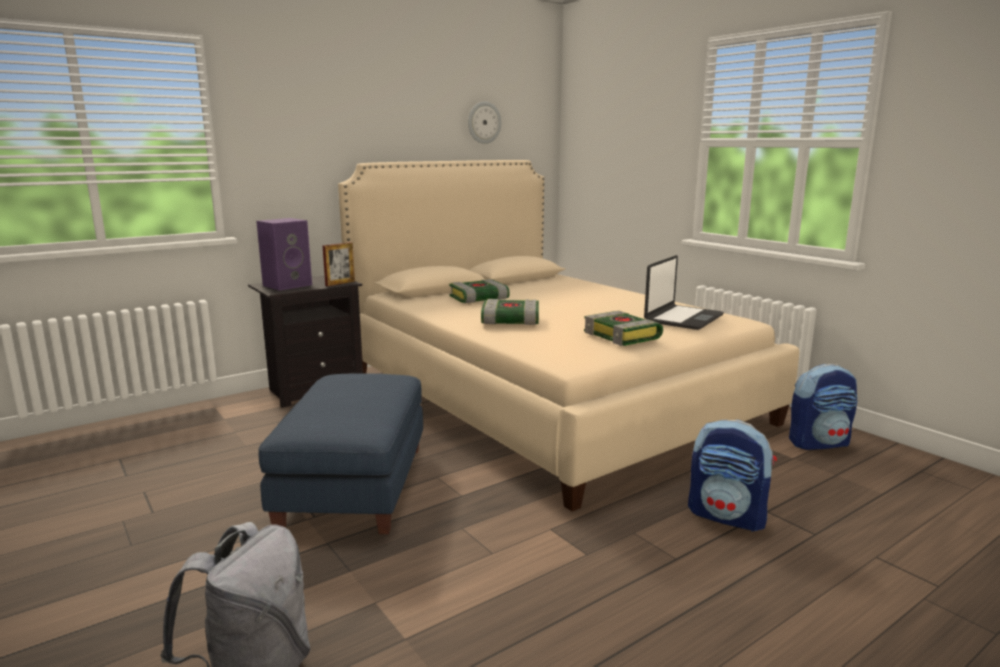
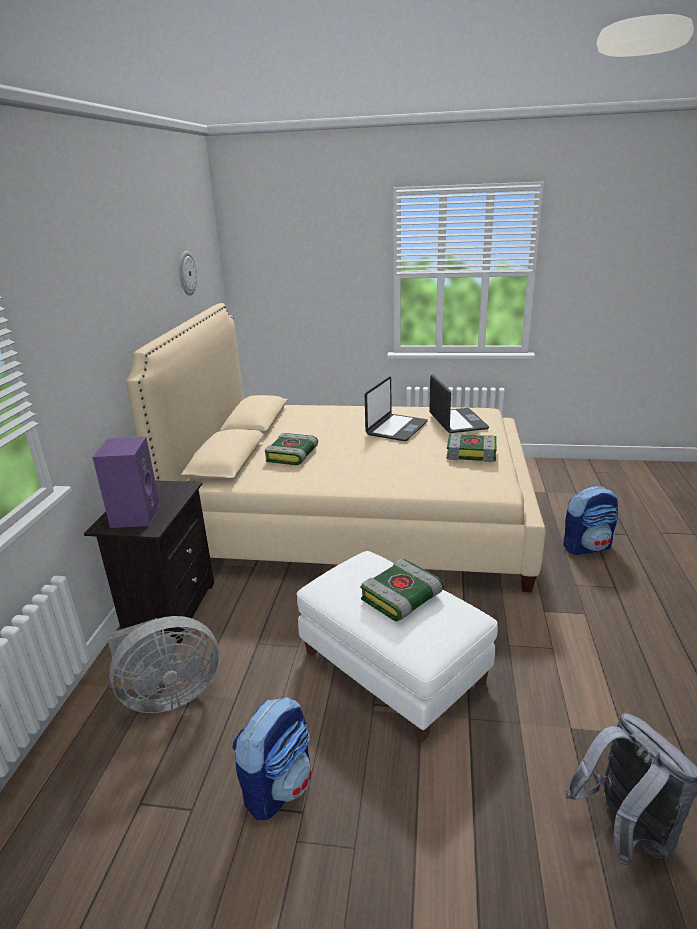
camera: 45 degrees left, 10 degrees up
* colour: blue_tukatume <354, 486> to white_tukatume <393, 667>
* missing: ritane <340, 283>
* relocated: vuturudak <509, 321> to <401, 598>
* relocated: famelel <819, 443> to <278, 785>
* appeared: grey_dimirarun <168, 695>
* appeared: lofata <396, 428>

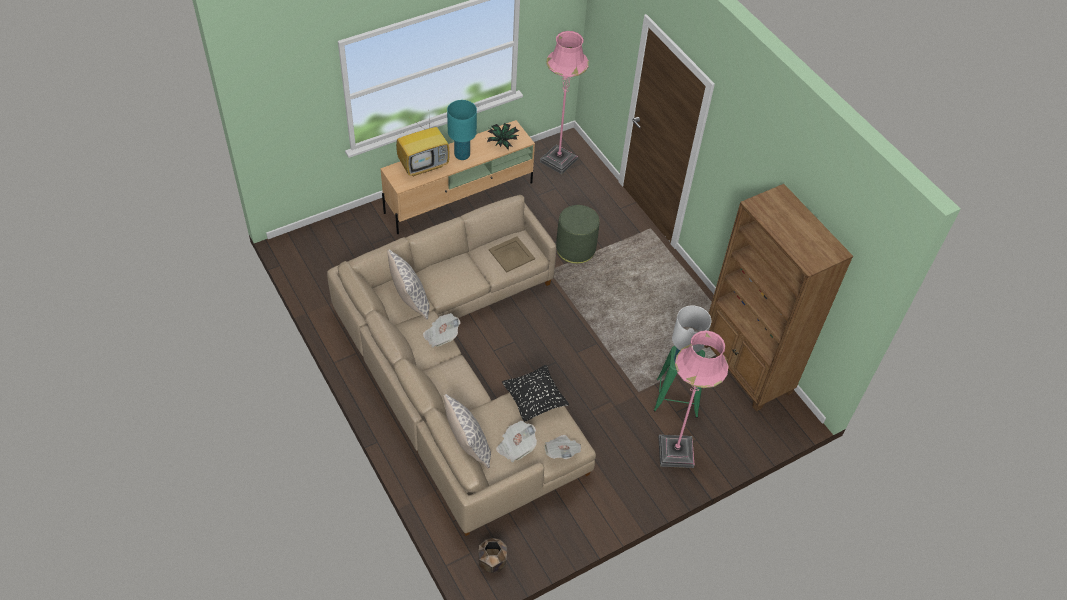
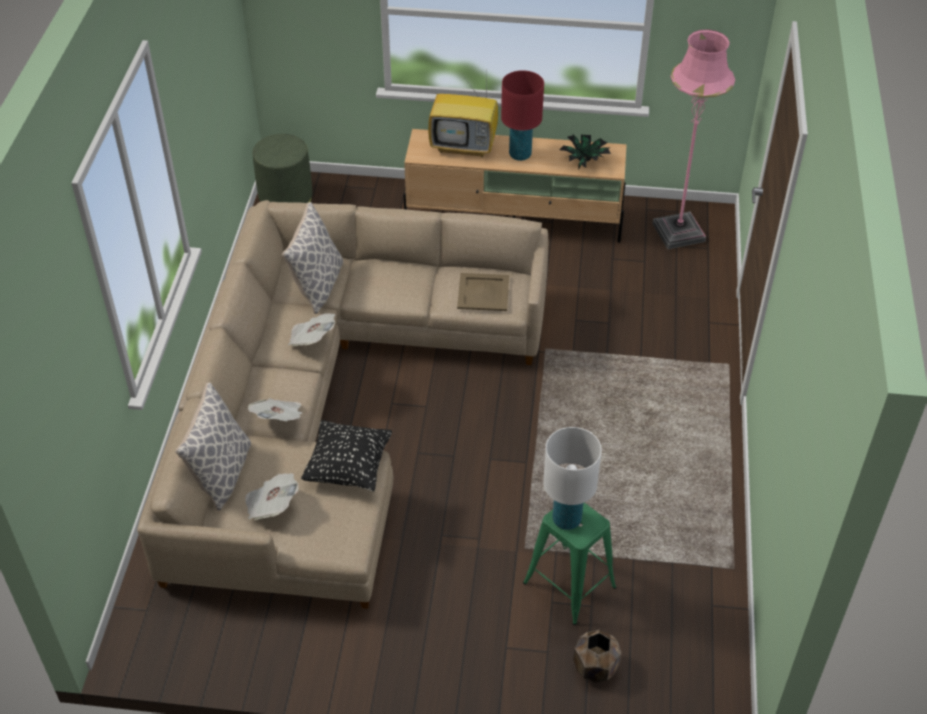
camera: 40 degrees right, 5 degrees down
* colour: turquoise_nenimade <462, 155> to red_nenimade <520, 154>
* relocated: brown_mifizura <492, 561> to <595, 667>
* relocated: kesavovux <561, 452> to <279, 418>
* relocated: green_tukatume <575, 249> to <285, 198>
* missing: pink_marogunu <675, 452>
* missing: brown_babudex <746, 369>

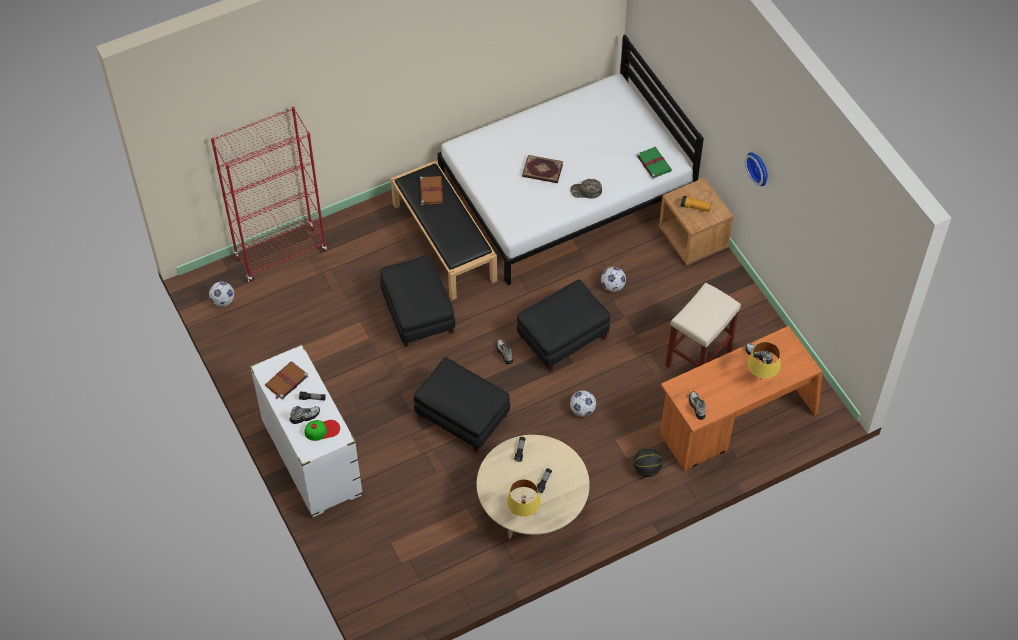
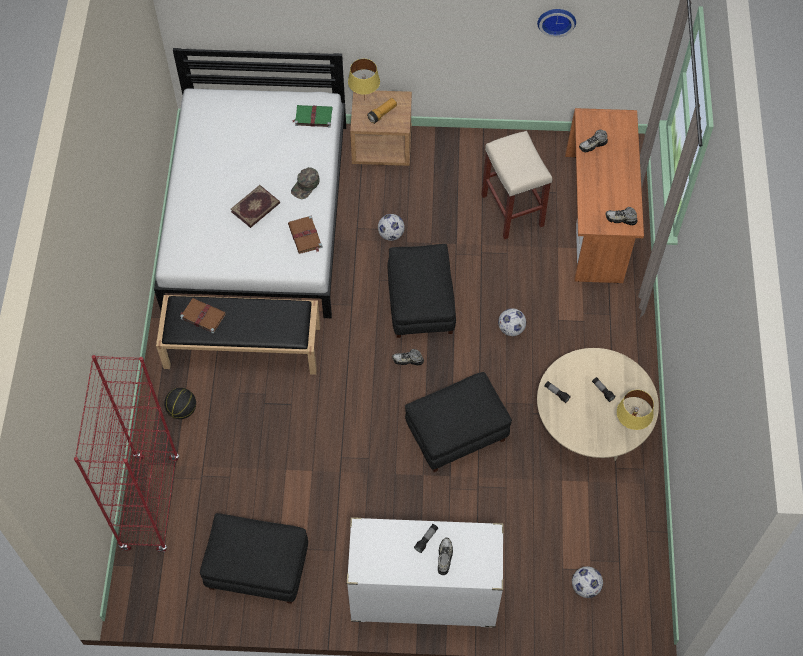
camera: 60 degrees left, 5 degrees up
* relocated: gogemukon <223, 301> to <585, 587>
* relocated: brown_vuturudak <286, 381> to <305, 236>
* missing: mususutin <322, 430>
* relocated: black_tukatume <417, 313> to <257, 568>
* relocated: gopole <646, 469> to <182, 410>
* relocated: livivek <759, 168> to <556, 20>
* relocated: yellow_nenimade <760, 380> to <364, 100>

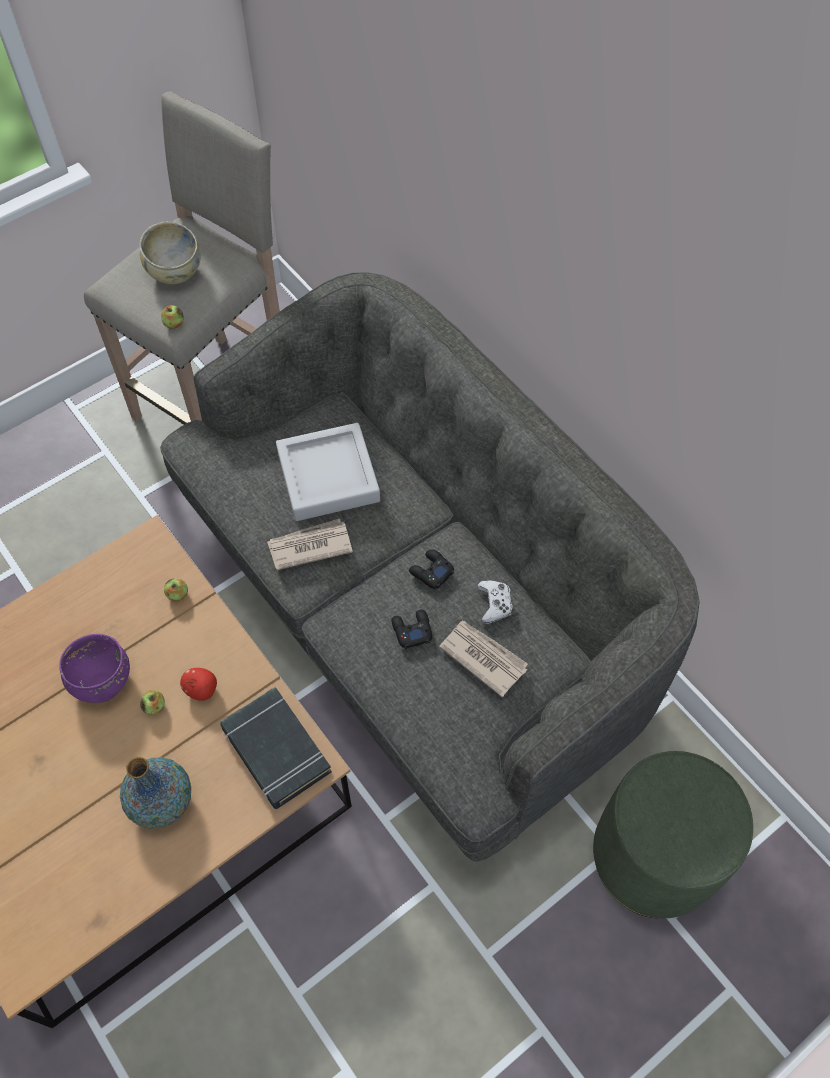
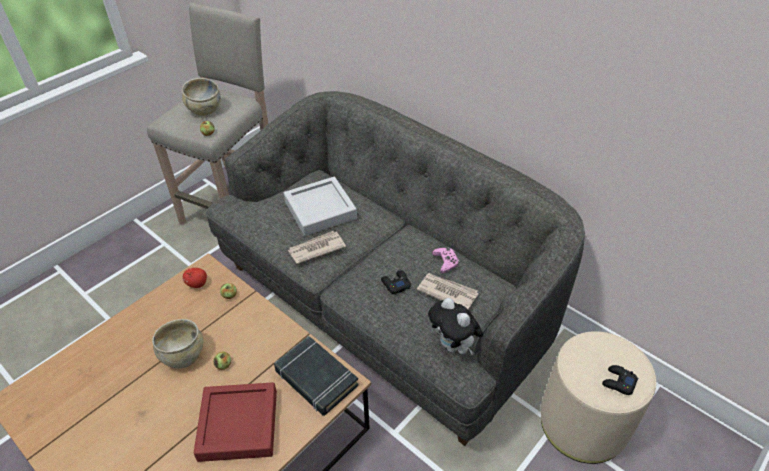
camera: 10 degrees left, 15 degrees down
* colour: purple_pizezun <102, 680> to beige_pizezun <183, 355>
* exchanged: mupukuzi <162, 801> to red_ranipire <238, 425>
* relocated: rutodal <201, 689> to <197, 284>
* relocated: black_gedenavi <431, 571> to <618, 382>
* colour: white_gedenavi <494, 604> to pink_gedenavi <445, 262>
* colour: green_tukatume <654, 856> to beige_tukatume <583, 423>
* appeared: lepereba <454, 346>

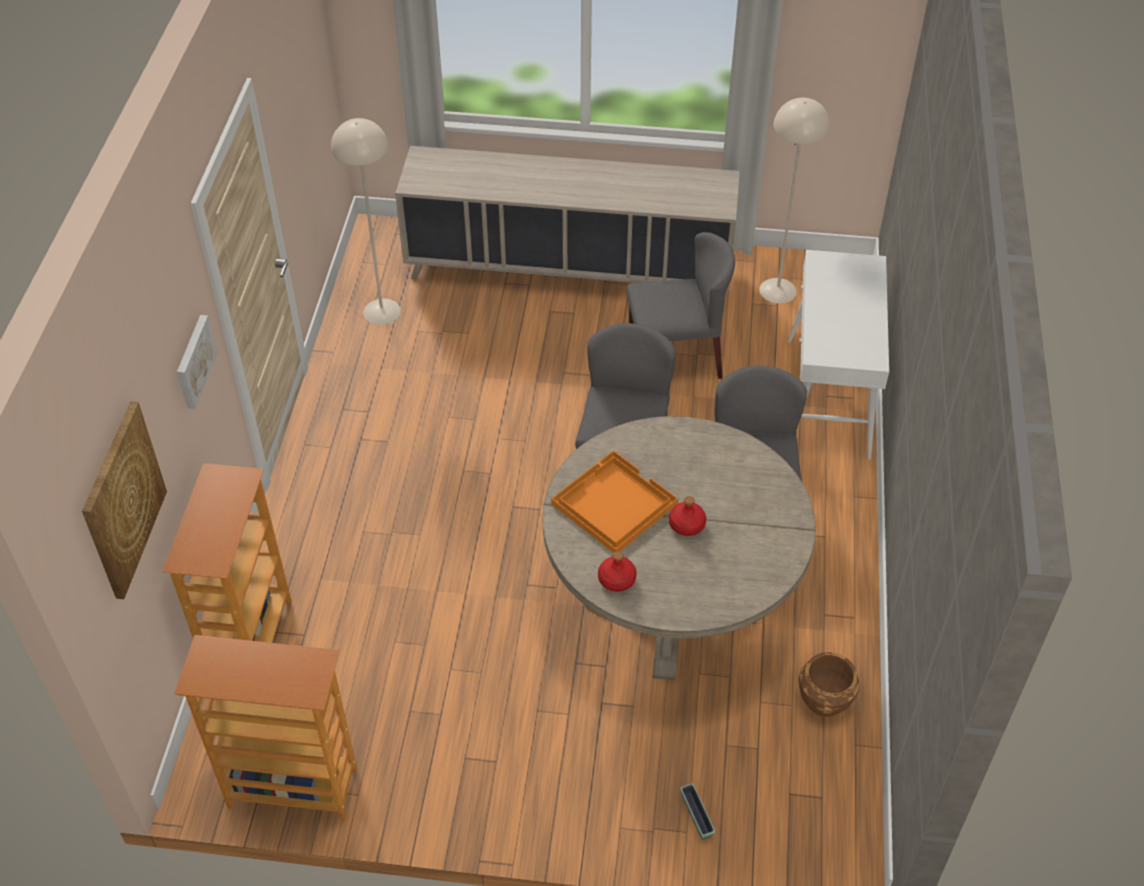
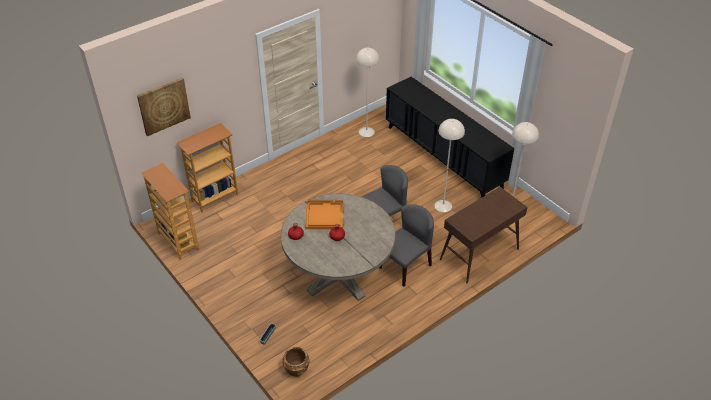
camera: 45 degrees right, 5 degrees down
* missing: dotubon <193, 361>
* colour: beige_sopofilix <569, 270> to black_sopofilix <443, 156>
* exchanged: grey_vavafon <675, 356> to beige_marogunu <443, 206>
* colour: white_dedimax <828, 399> to brown_dedimax <479, 255>
* relocated: brown_mifizura <824, 700> to <296, 369>

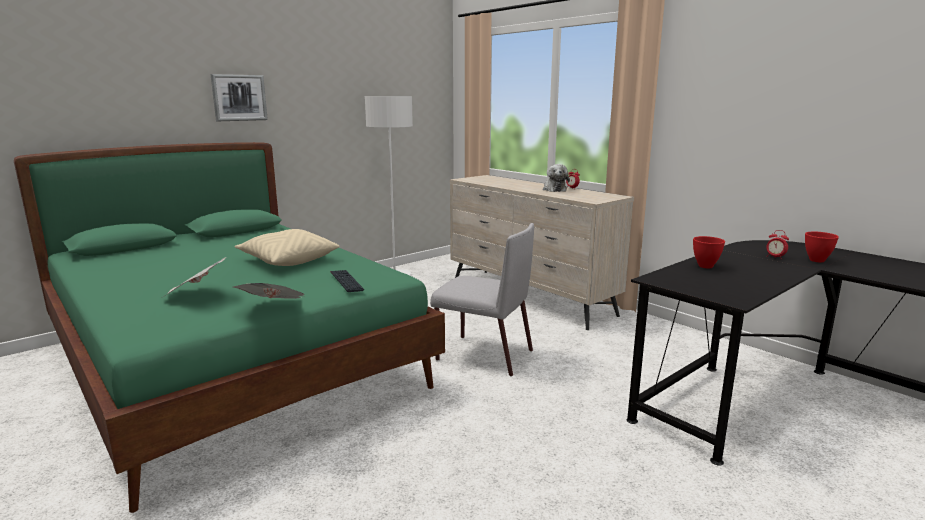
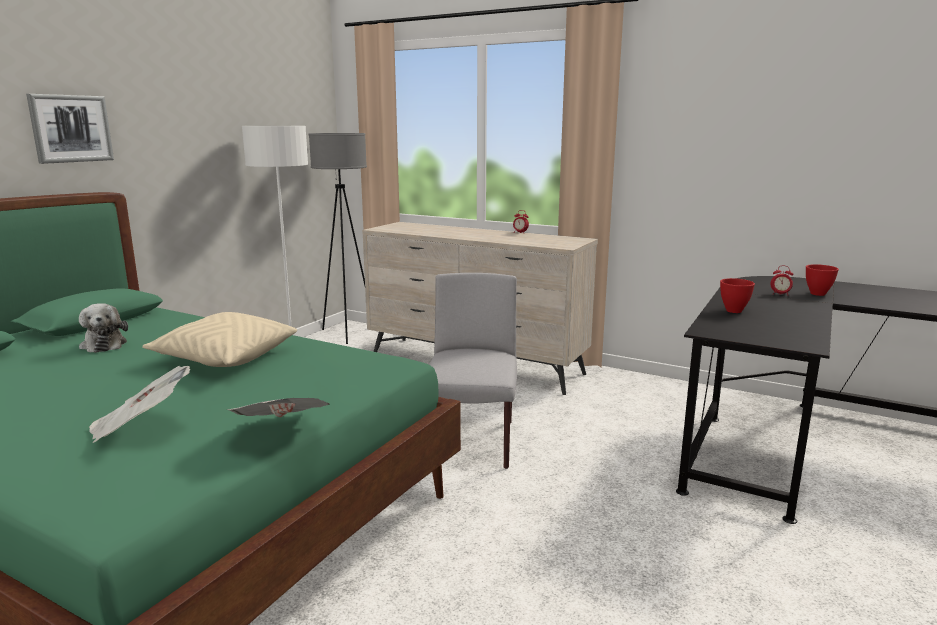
camera: 20 degrees left, 0 degrees up
* missing: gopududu <346, 282>
* spun: grey_vavafon <483, 355> = <472, 443> 90 degrees counterclockwise
* relocated: lepereba <554, 189> to <104, 344>
* appeared: grey_marogunu <348, 333>

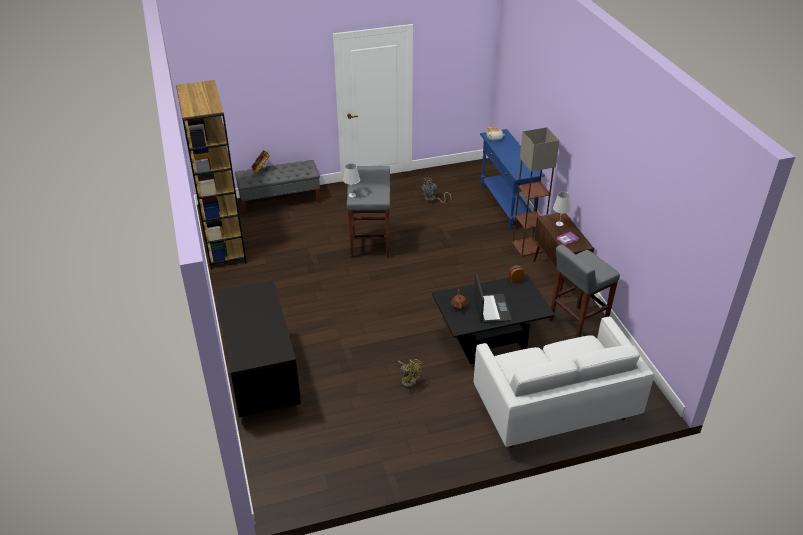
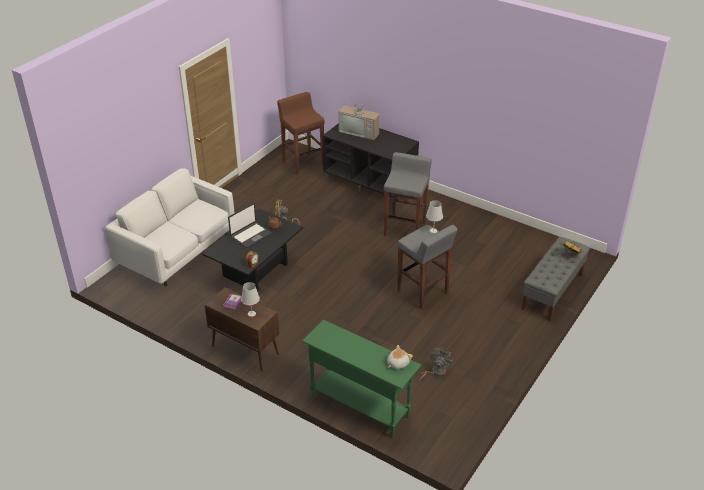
camera: 140 degrees right, 0 degrees up
* missing: brown_babudex <223, 245>
* spun: lofata <491, 309> = <250, 235> 90 degrees counterclockwise
* colour: blue_dedimax <506, 206> to green_dedimax <359, 406>
* missing: marogunu <528, 247>
* relocated: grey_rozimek <576, 325> to <405, 228>
* appeared: brown_rozimek <303, 163>
* appeared: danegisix <360, 131>

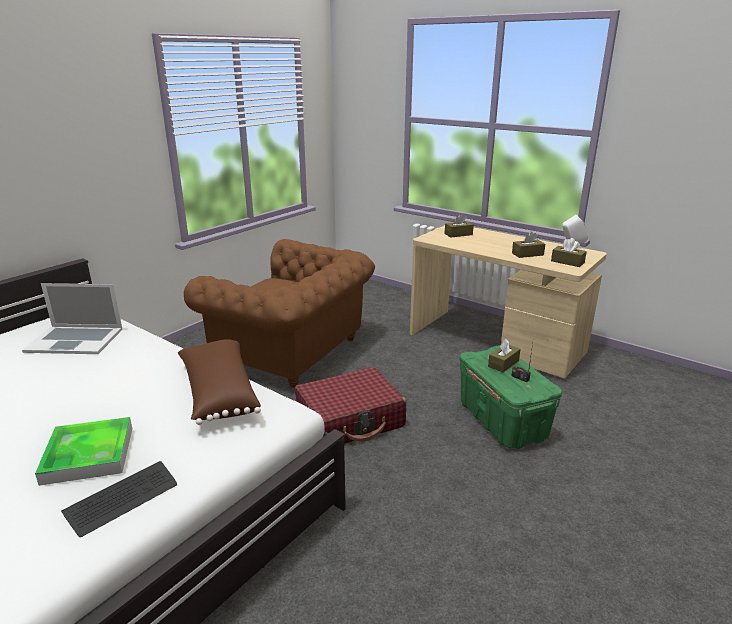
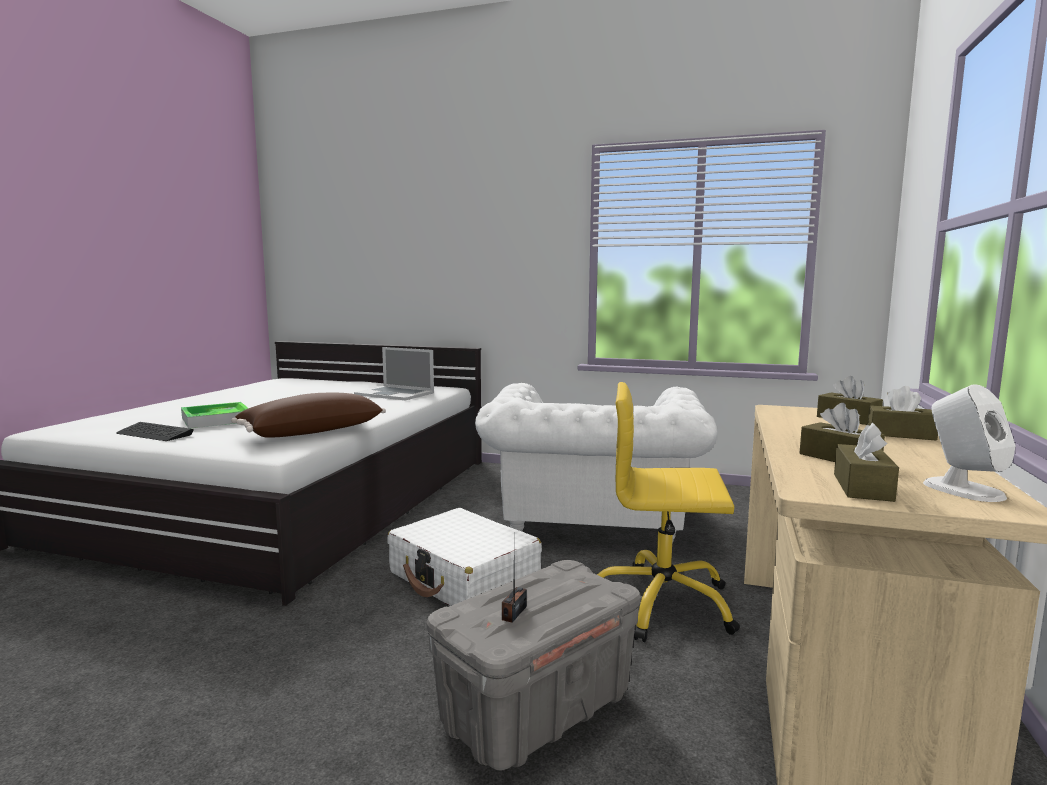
camera: 70 degrees right, 15 degrees down
* spun: lofata <75, 340> = <395, 394> 45 degrees counterclockwise
* colour: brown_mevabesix <293, 352> to white_mevabesix <592, 519>
* colour: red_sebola <350, 420> to white_sebola <464, 578>
* colour: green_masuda <503, 421> to grey_masuda <536, 711>
* relocated: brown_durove <503, 363> to <900, 434>
* appeared: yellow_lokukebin <661, 604>

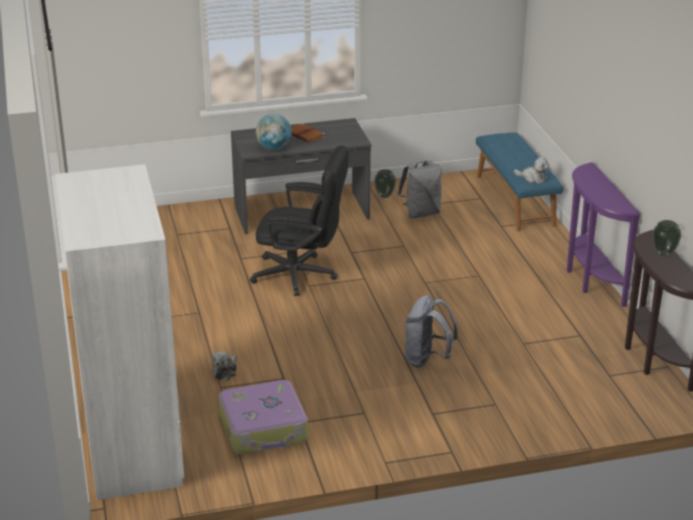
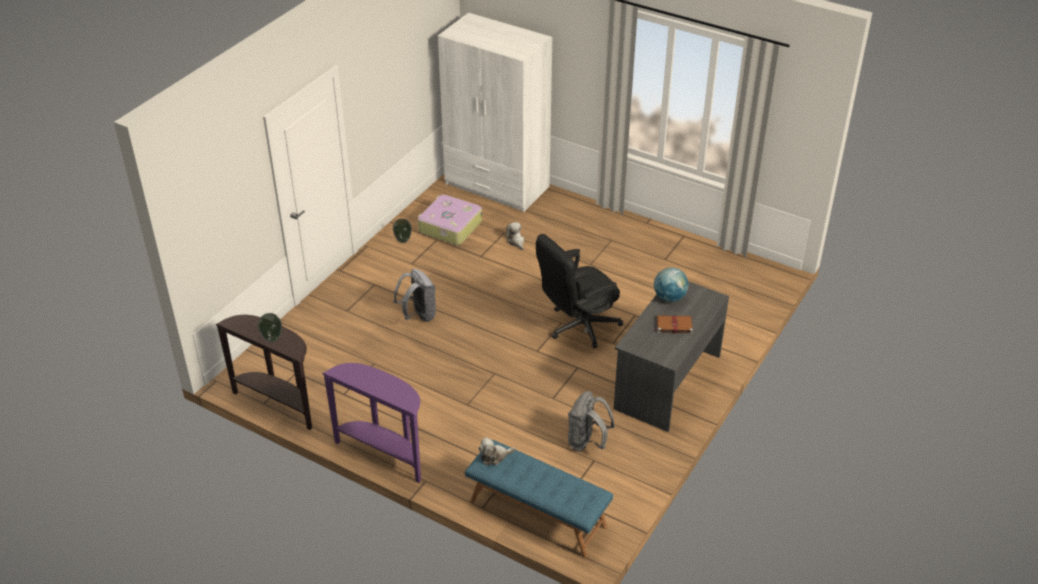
camera: 135 degrees right, 10 degrees up
* relocated: mupukuzi <385, 196> to <403, 241>

